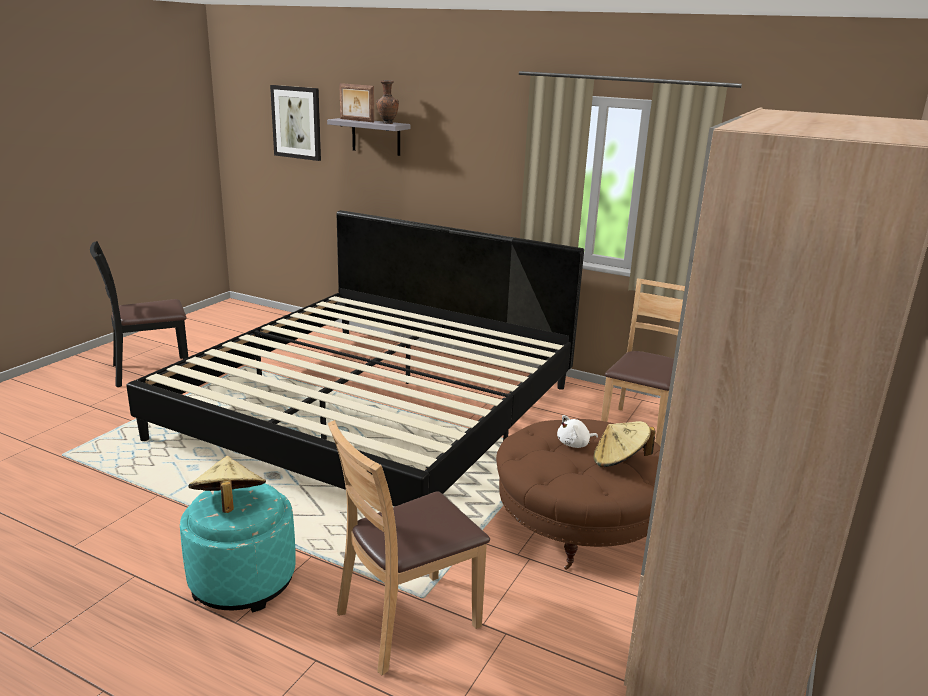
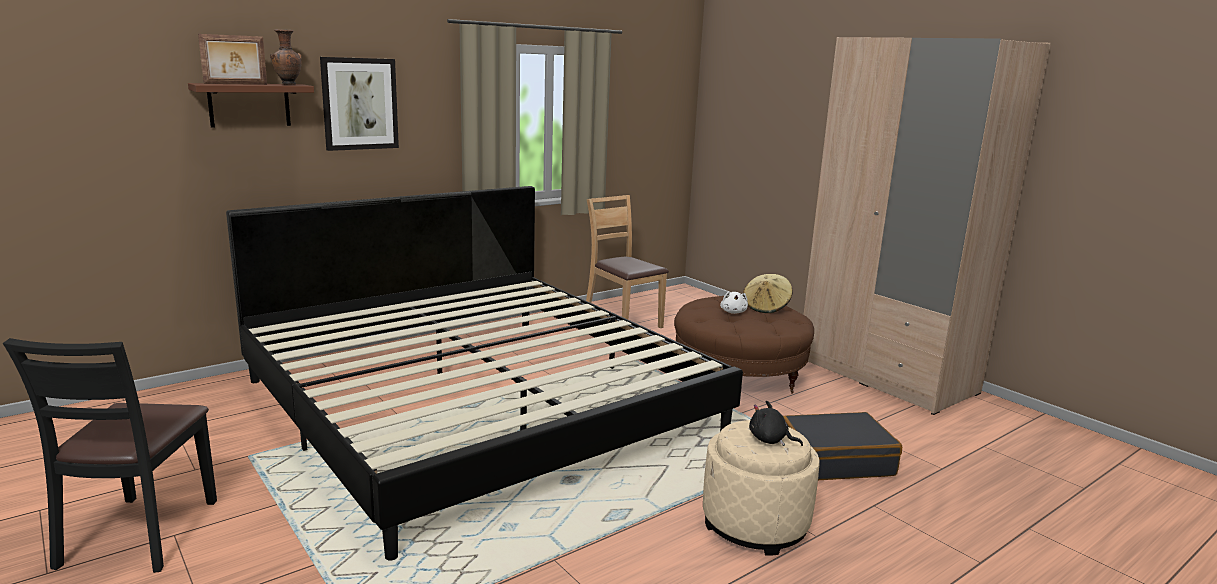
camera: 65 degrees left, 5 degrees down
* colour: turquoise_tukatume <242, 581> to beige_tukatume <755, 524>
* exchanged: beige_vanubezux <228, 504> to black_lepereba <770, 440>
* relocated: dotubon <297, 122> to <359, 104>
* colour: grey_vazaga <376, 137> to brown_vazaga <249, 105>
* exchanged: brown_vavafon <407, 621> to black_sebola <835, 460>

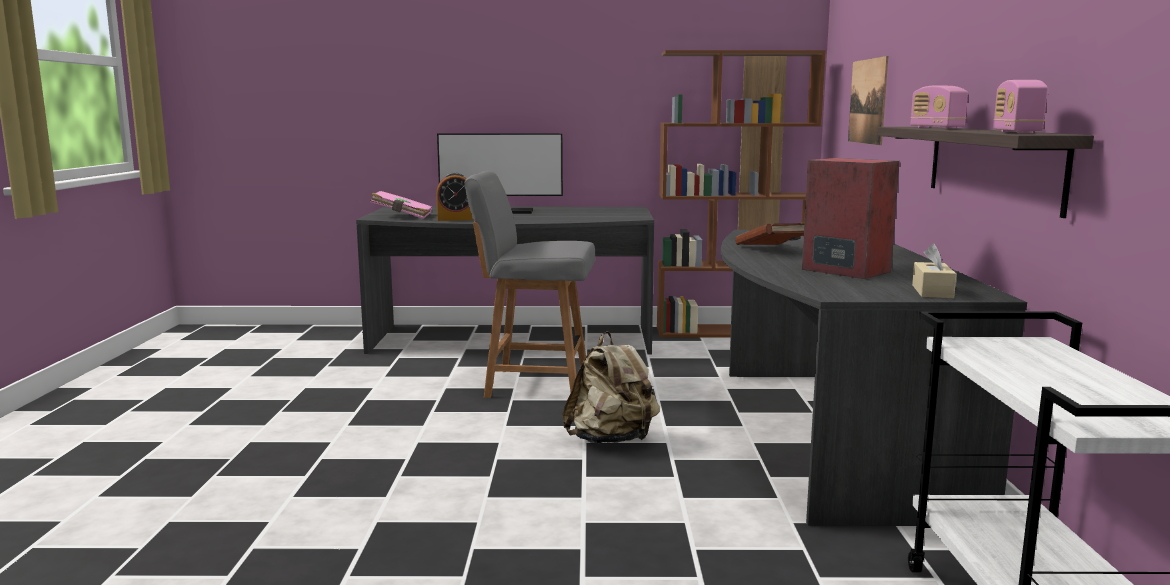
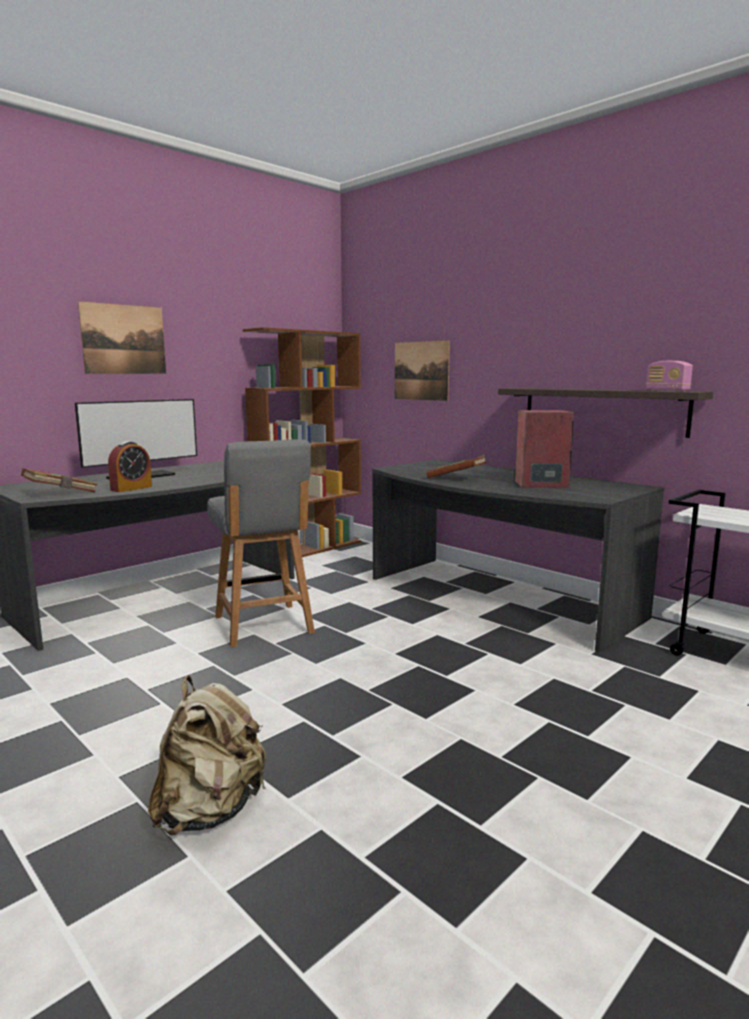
camera: 45 degrees left, 0 degrees up
* colour: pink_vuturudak <402, 216> to brown_vuturudak <61, 493>
* spun: grey_vavafon <534, 384> = <264, 625> 75 degrees counterclockwise
* relocated: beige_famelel <611, 440> to <210, 810>
* missing: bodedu <936, 128>
* missing: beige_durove <932, 291>
* appeared: dotubon <124, 339>

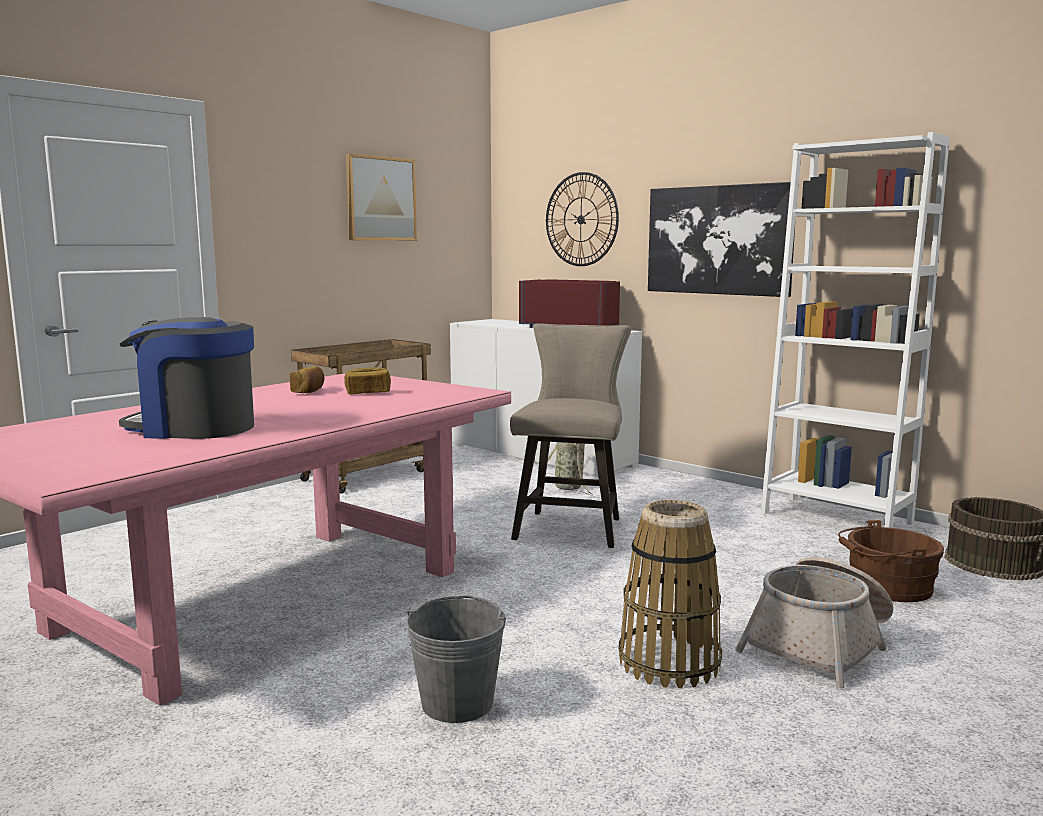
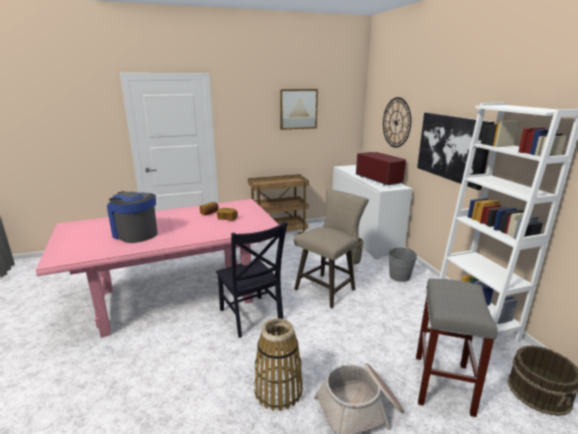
camera: 30 degrees right, 10 degrees up
* relocated: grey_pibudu <457, 703> to <399, 276>
* exchanged: brown_pibudu <886, 587> to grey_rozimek <443, 385>
* appeared: black_vavafon <251, 317>

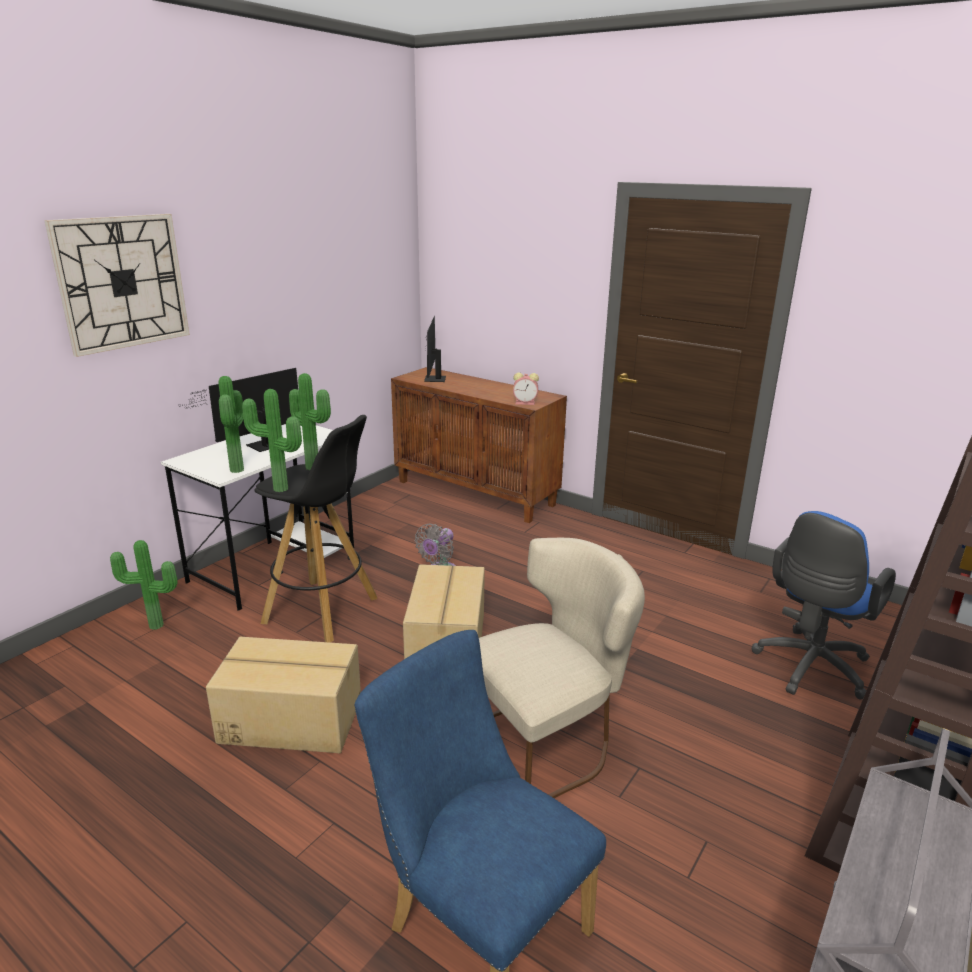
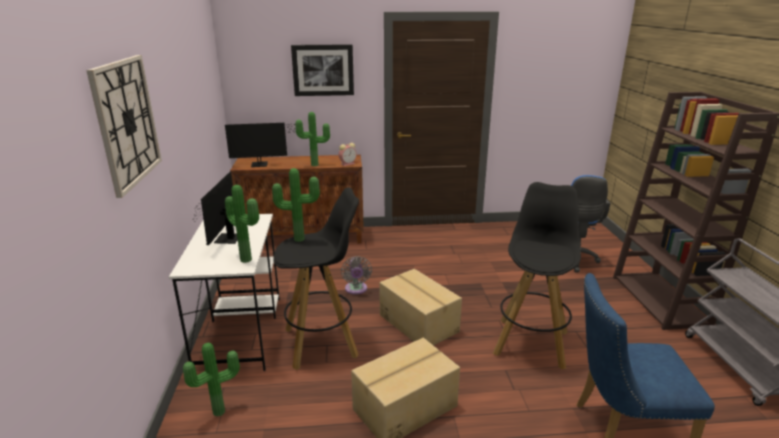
camera: 40 degrees left, 0 degrees up
* relocated: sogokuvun <279, 490> to <315, 165>
* spun: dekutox <433, 380> = <262, 164> 60 degrees counterclockwise
* exchanged: beige_vavafon <547, 742> to black_rozimek <531, 342>
* appeared: dotubon <323, 70>

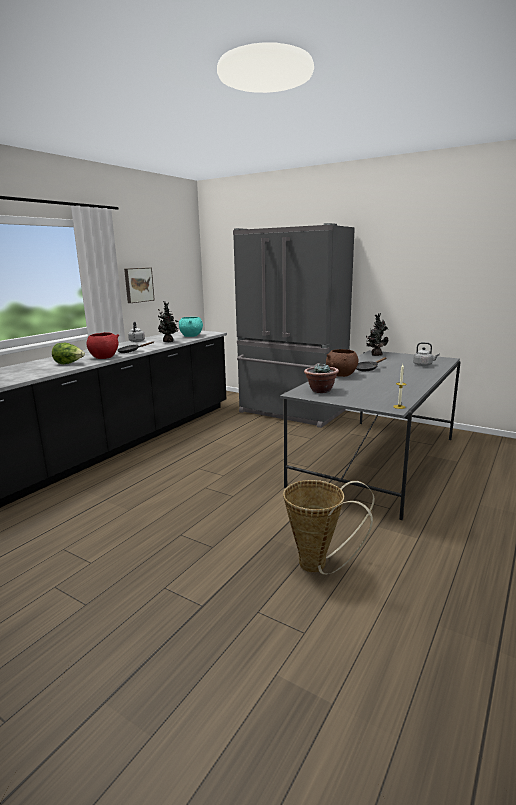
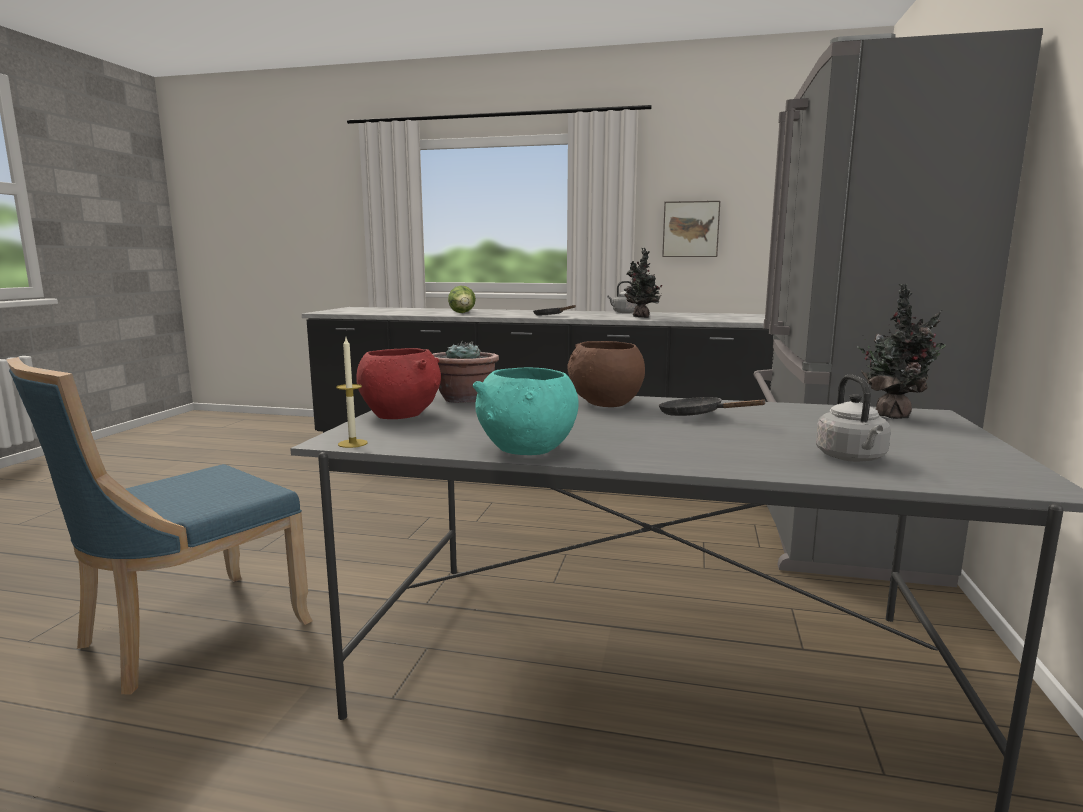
camera: 70 degrees right, 5 degrees down
* relocated: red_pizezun <104, 357> to <400, 415>
* relocated: turquoise_pizezun <191, 336> to <527, 450>
* exchanged: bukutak <319, 566> to blue_vavafon <185, 634>

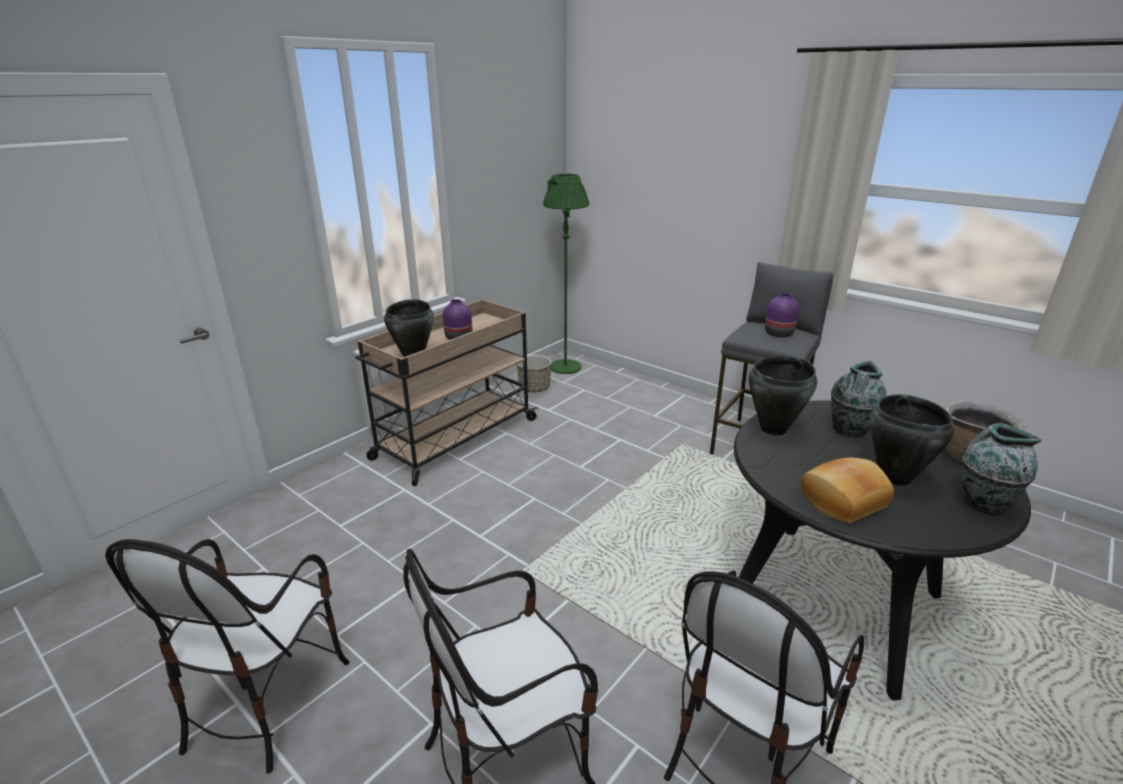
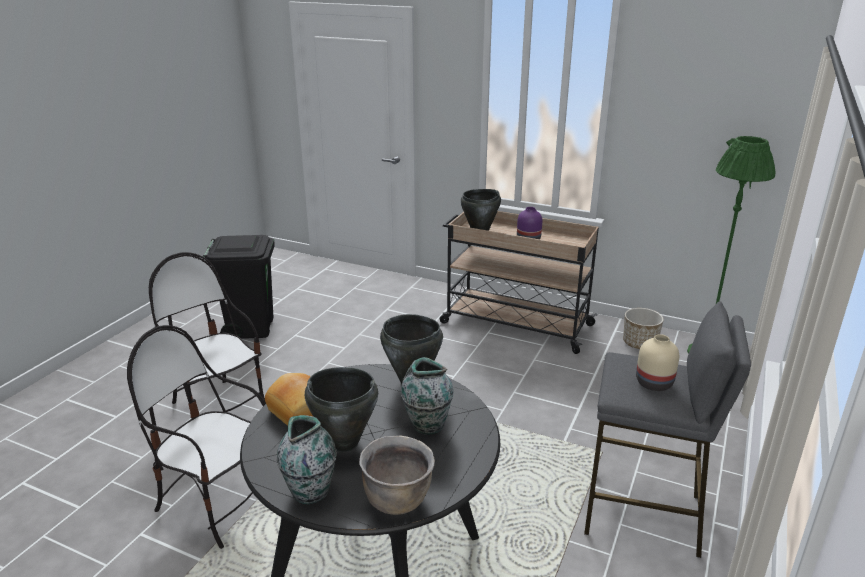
camera: 75 degrees right, 0 degrees up
* exchanged: vavafon <266, 700> to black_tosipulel <250, 329>
* colour: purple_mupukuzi <778, 334> to beige_mupukuzi <653, 383>

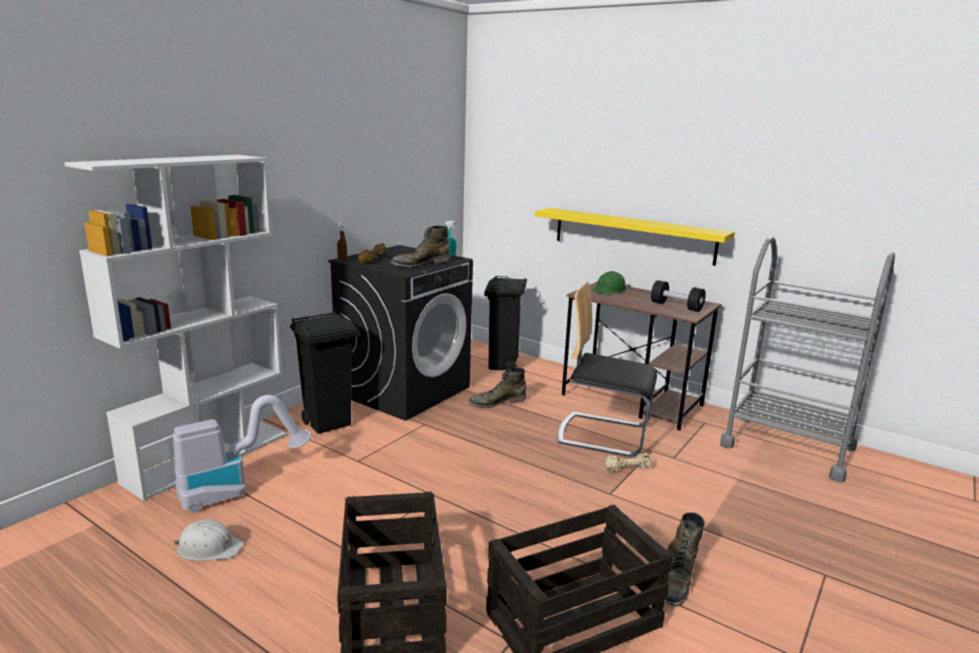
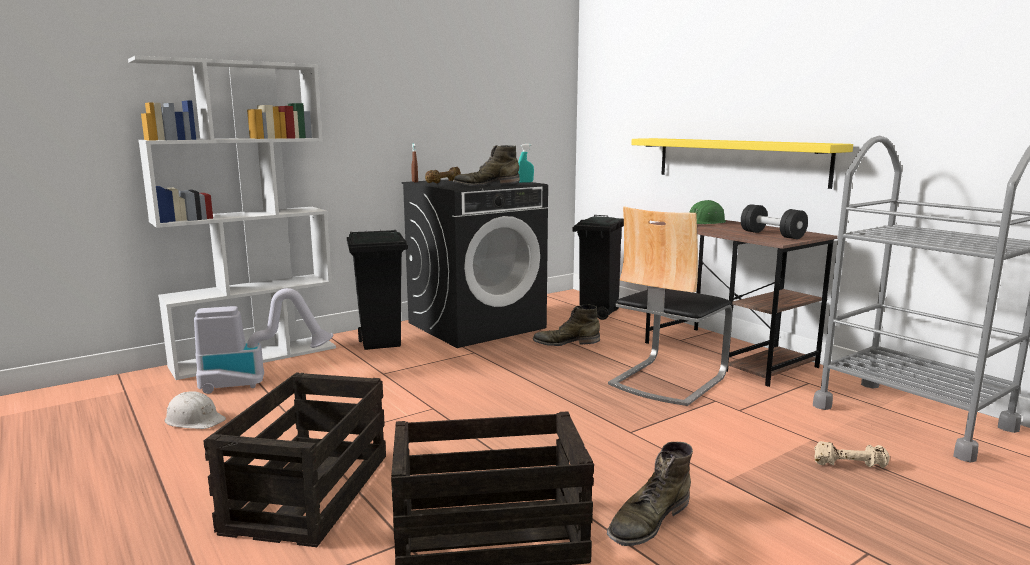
camera: 20 degrees right, 5 degrees down
* spun: vavafon <603, 434> = <667, 380> 90 degrees counterclockwise
* relocated: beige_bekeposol <627, 469> to <849, 465>

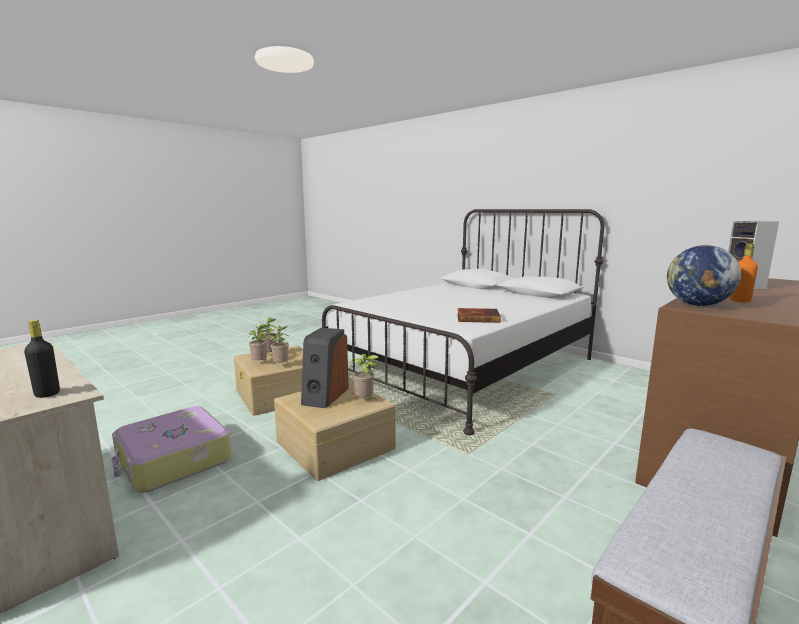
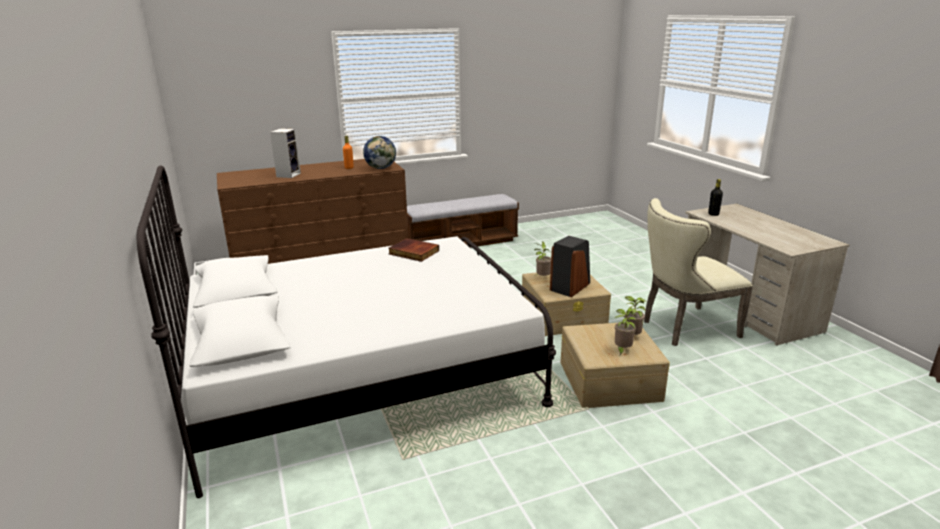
camera: 155 degrees left, 10 degrees up
* exchanged: sebola <173, 460> to beige_vavafon <684, 328>
* missing: sogokuvun <281, 366>

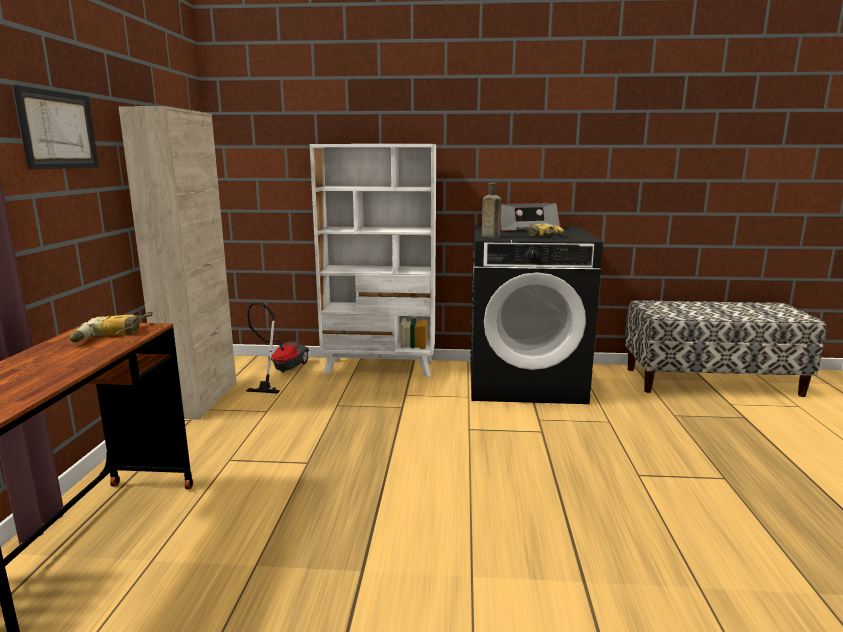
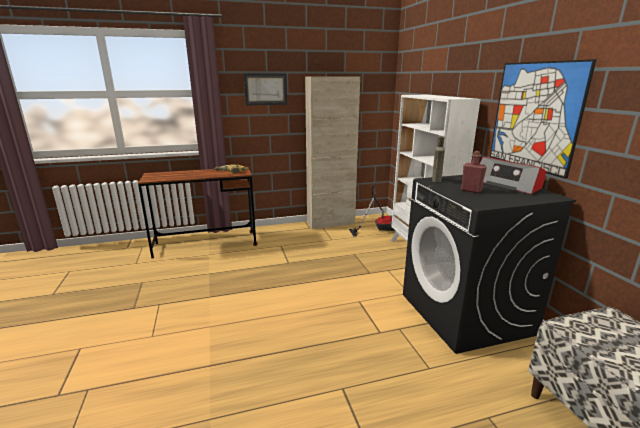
camera: 70 degrees right, 5 degrees up
* exchanged: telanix <538, 235> to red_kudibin <471, 190>
* appeared: dotubon <534, 116>

